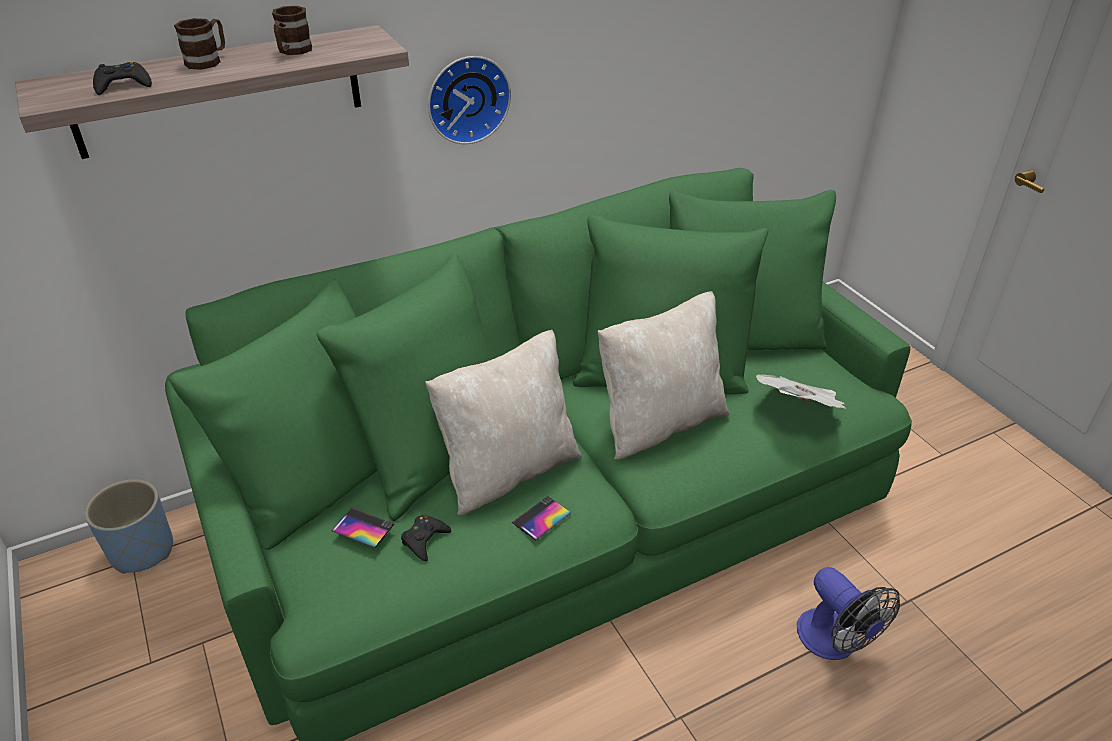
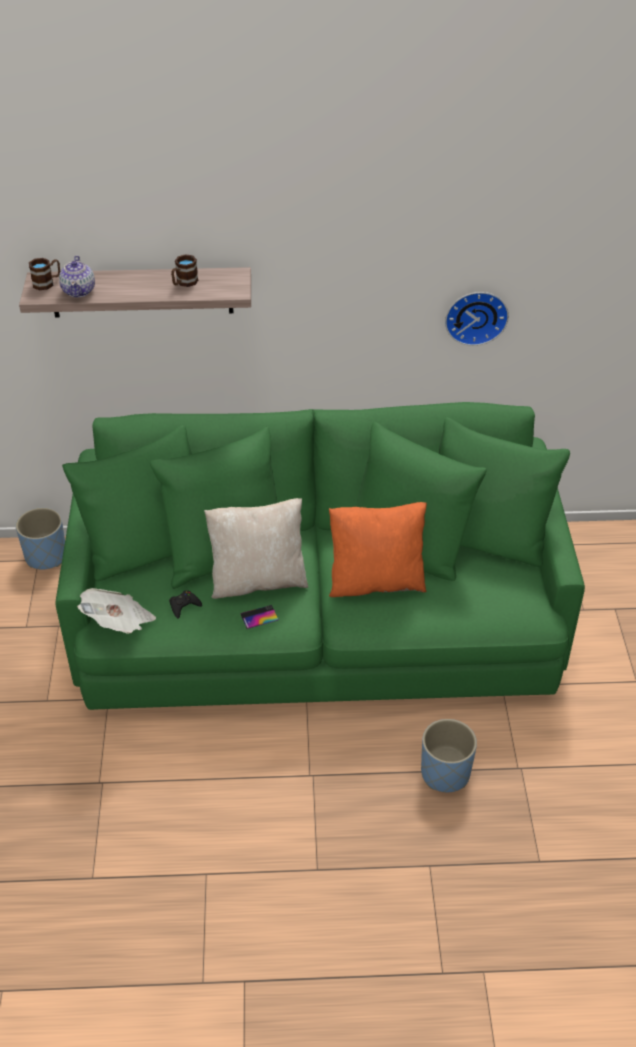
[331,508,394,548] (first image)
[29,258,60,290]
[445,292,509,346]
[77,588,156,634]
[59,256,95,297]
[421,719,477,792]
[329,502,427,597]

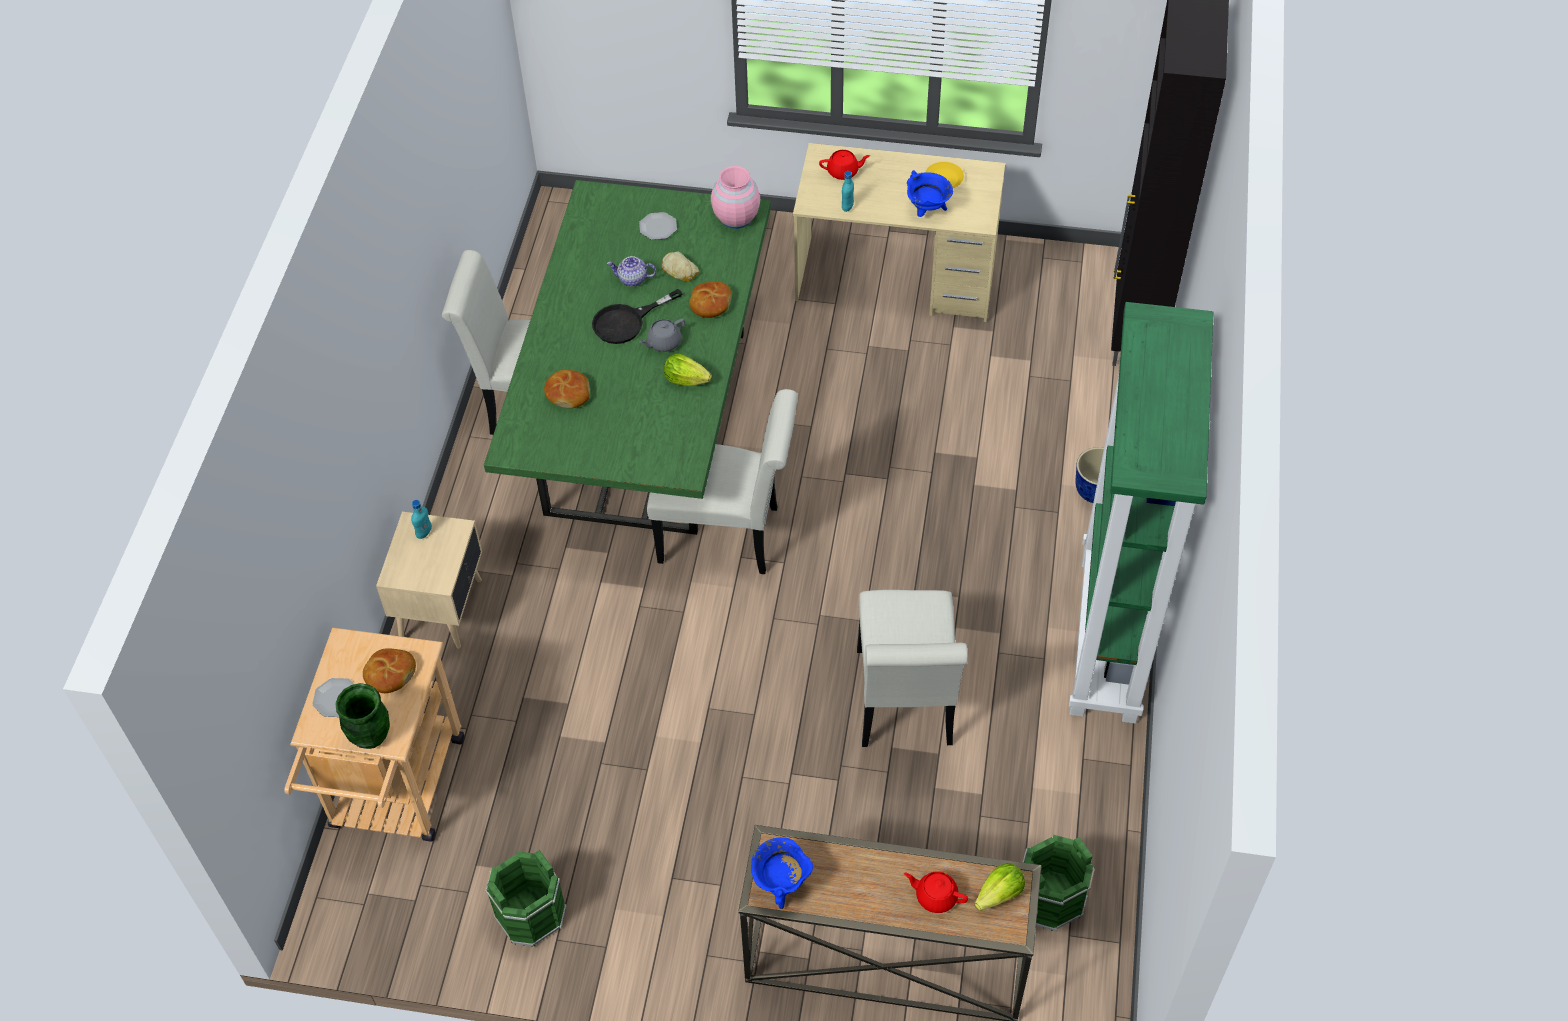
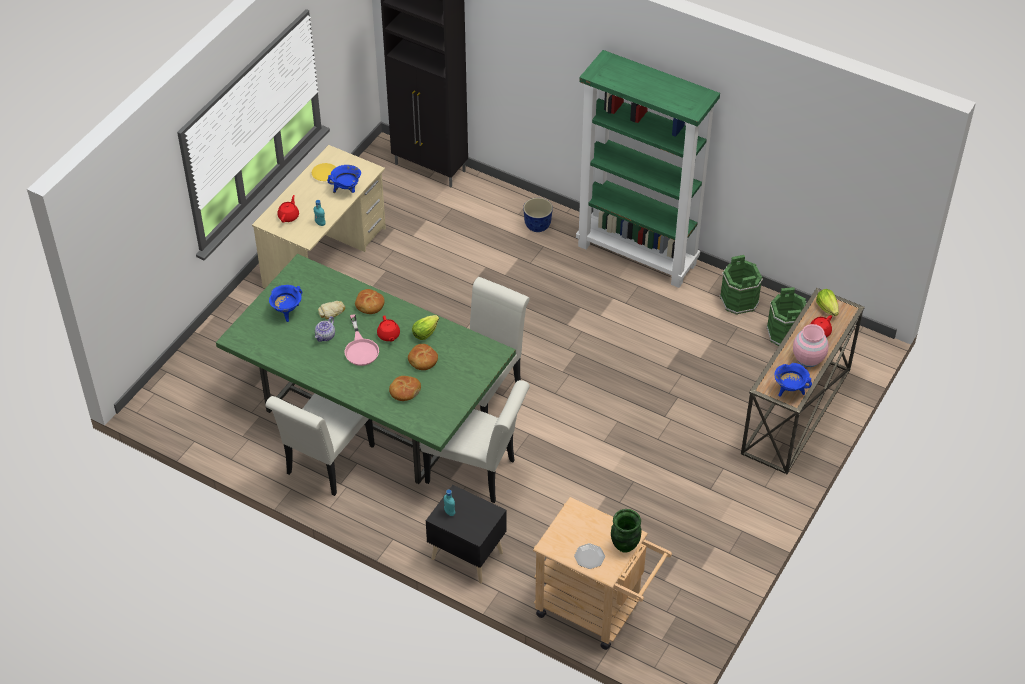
[408,344,438,370]
[719,255,763,315]
[793,324,828,367]
[420,380,530,503]
[269,285,302,322]
[426,485,507,583]
[345,314,379,366]
[377,315,400,342]

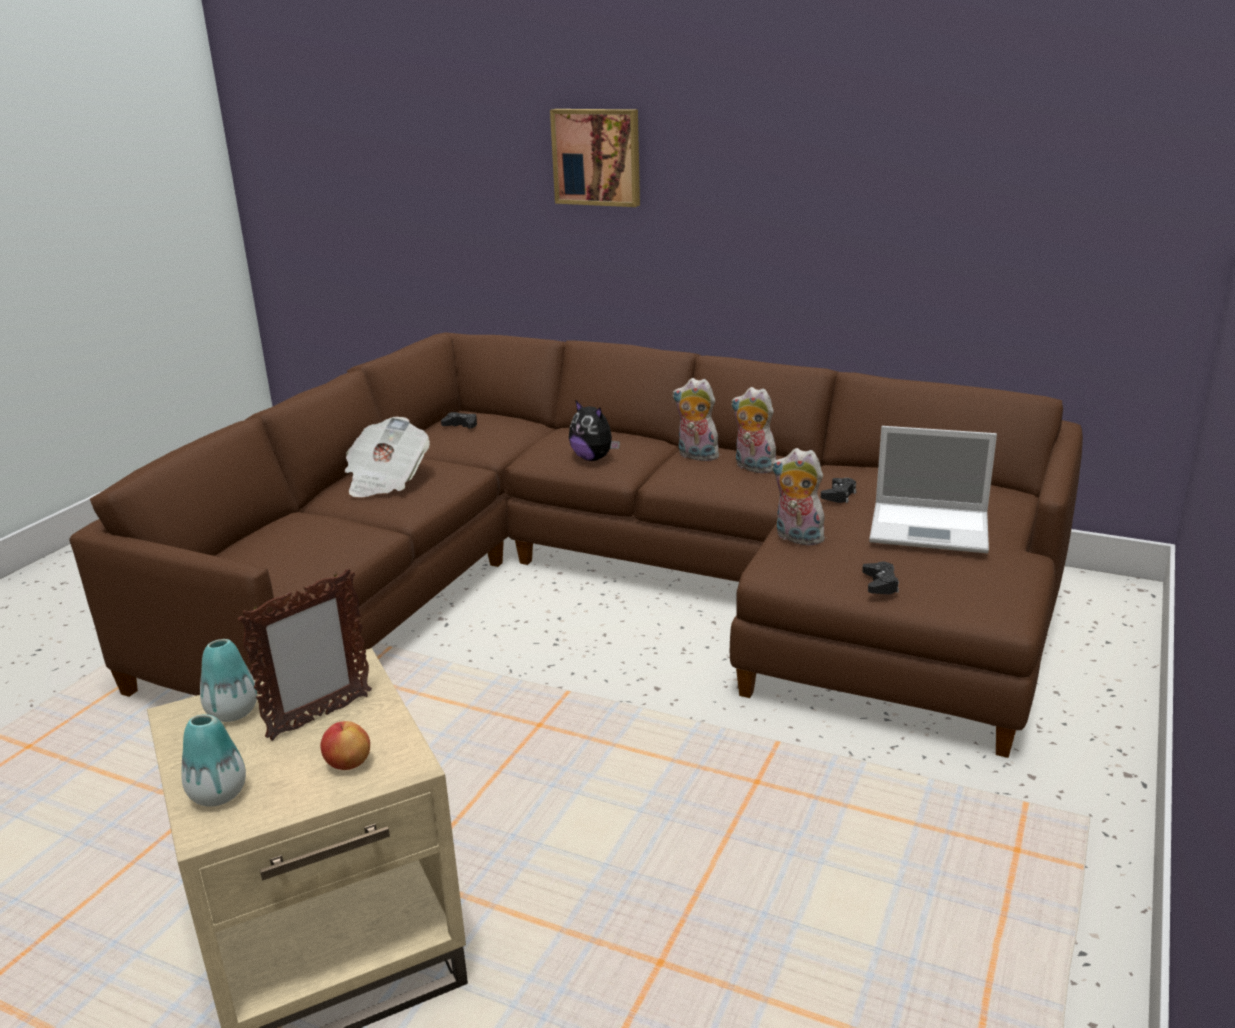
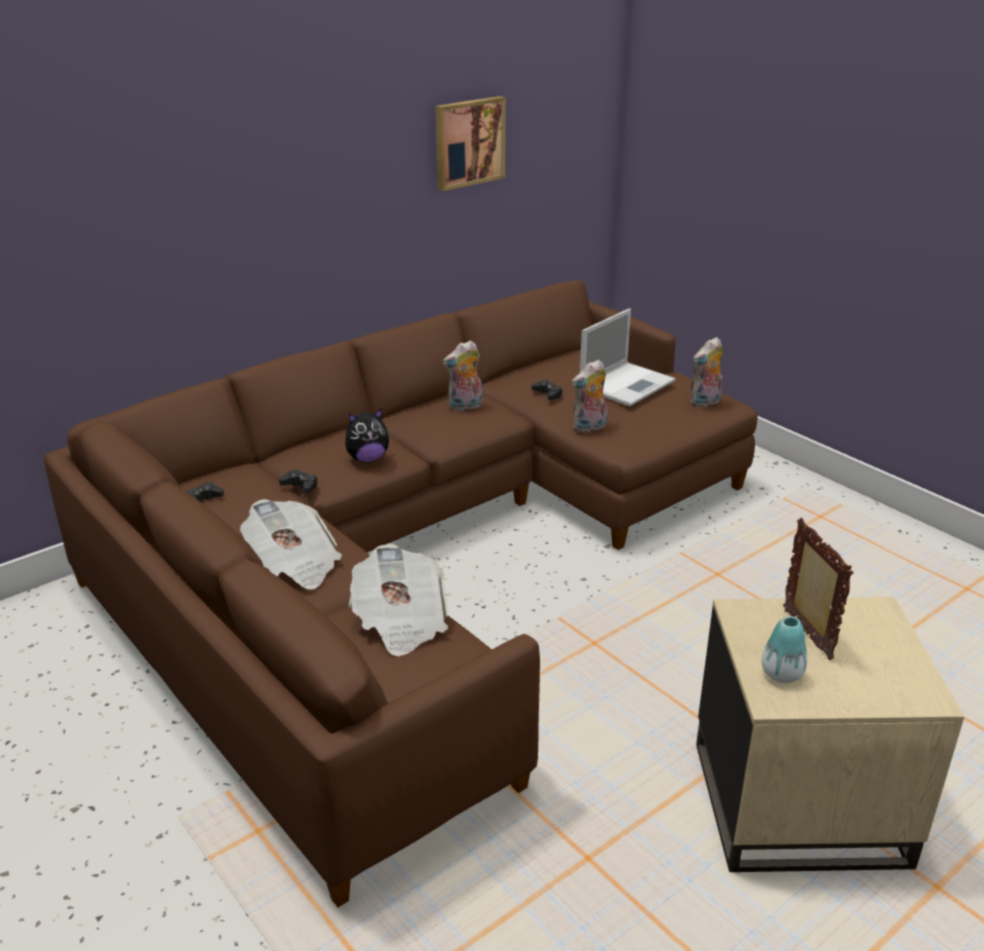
[181,715,246,807] (first image)
[320,721,370,770] (first image)
[349,544,448,656]
[435,96,506,191]
[690,337,723,407]
[279,469,318,493]

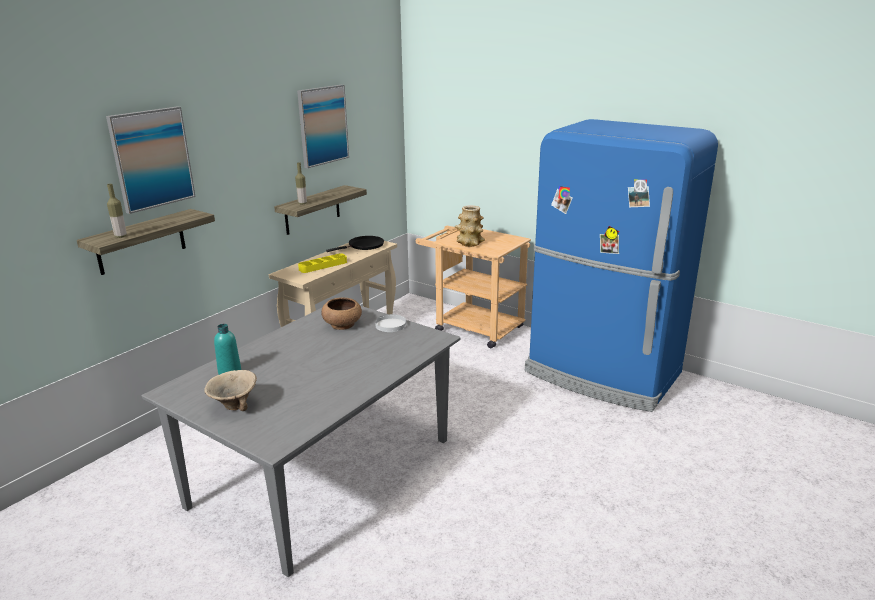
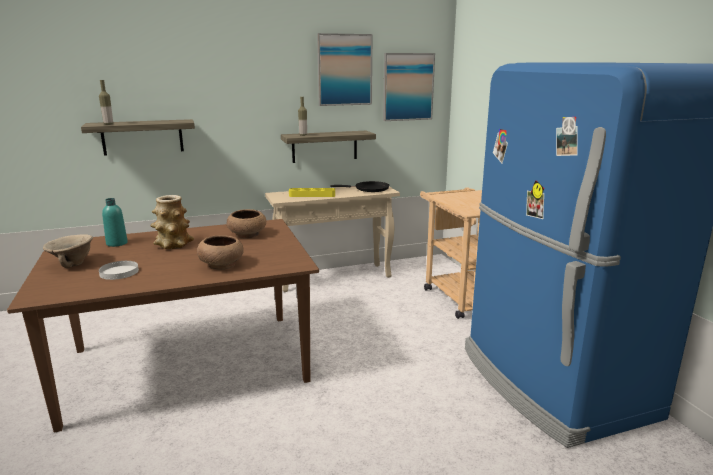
[197,235,244,270]
[383,53,435,121]
[99,261,139,280]
[150,195,194,249]
[7,219,319,433]

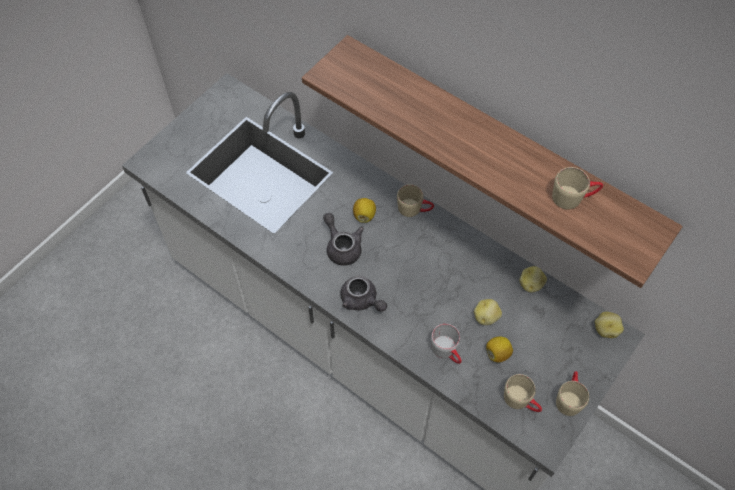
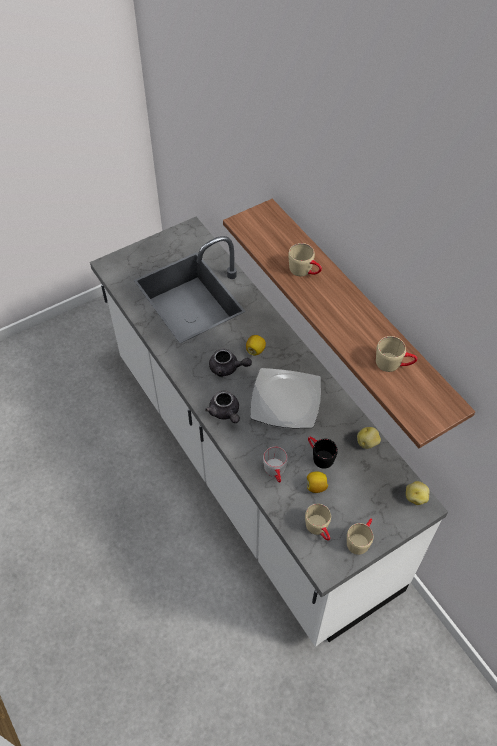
[250,368,321,428]
[288,243,322,276]
[308,437,338,469]
[209,348,252,377]

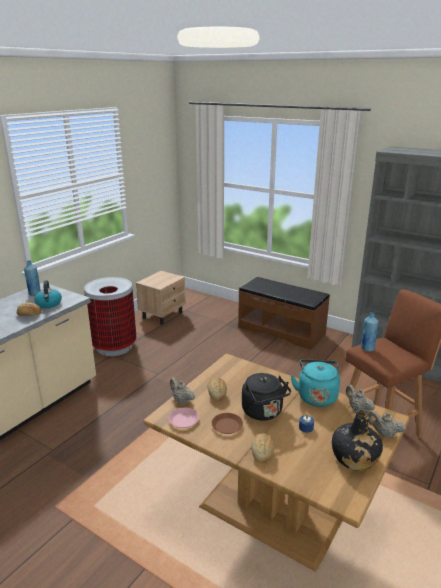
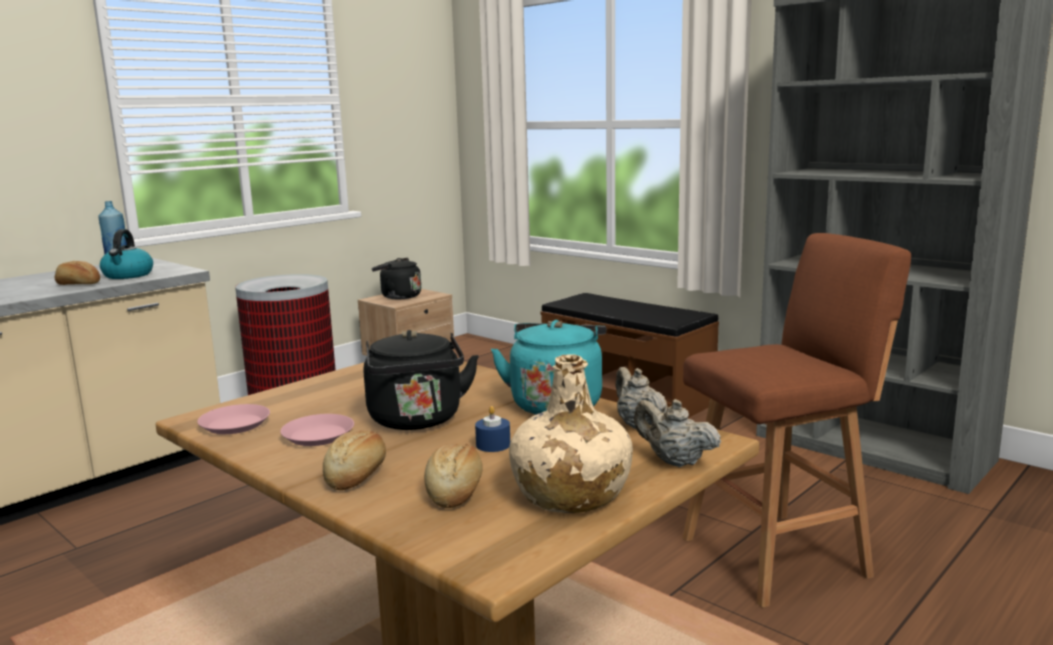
[170,377,195,404] (first image)
[361,312,379,352] (first image)
[372,258,421,299]
[424,444,483,508]
[280,414,354,446]
[509,354,633,513]

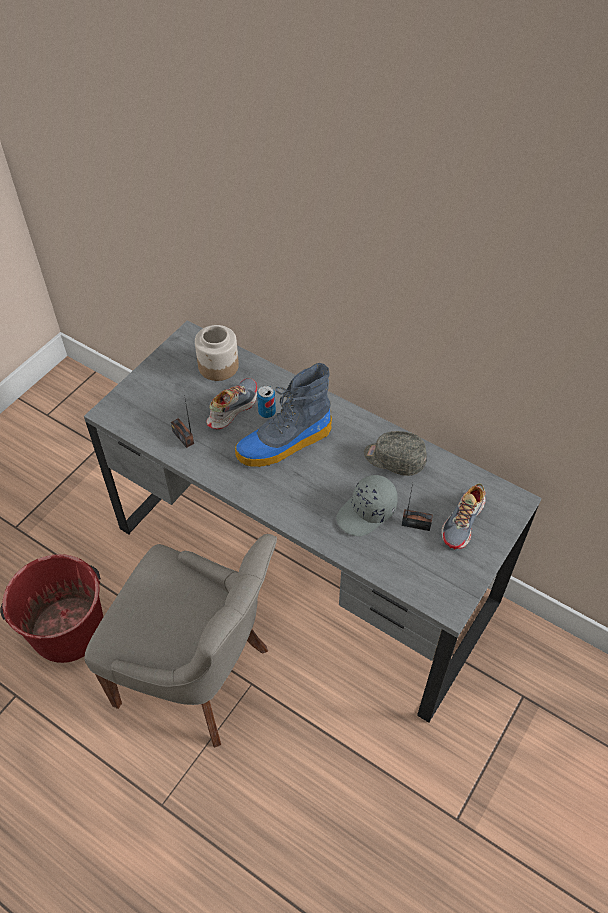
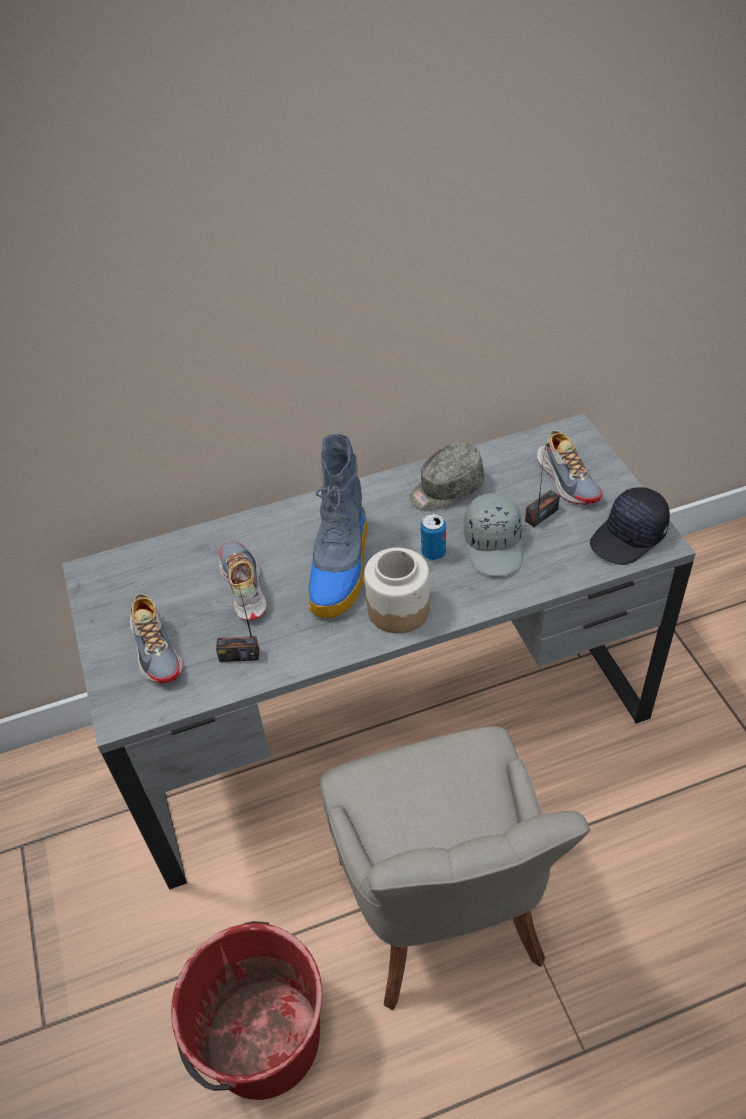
[130,594,183,684]
[590,487,670,565]
[364,548,430,634]
[421,514,446,560]
[319,726,590,1010]

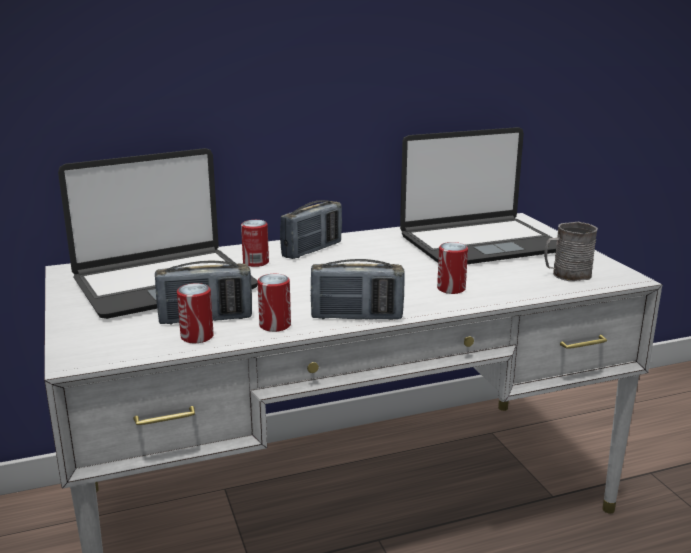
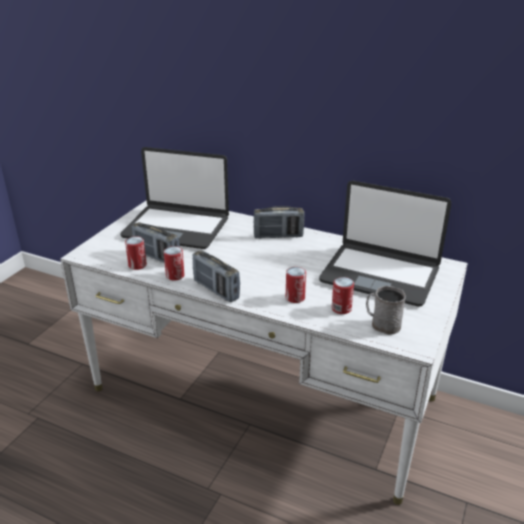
[332,277,354,314]

